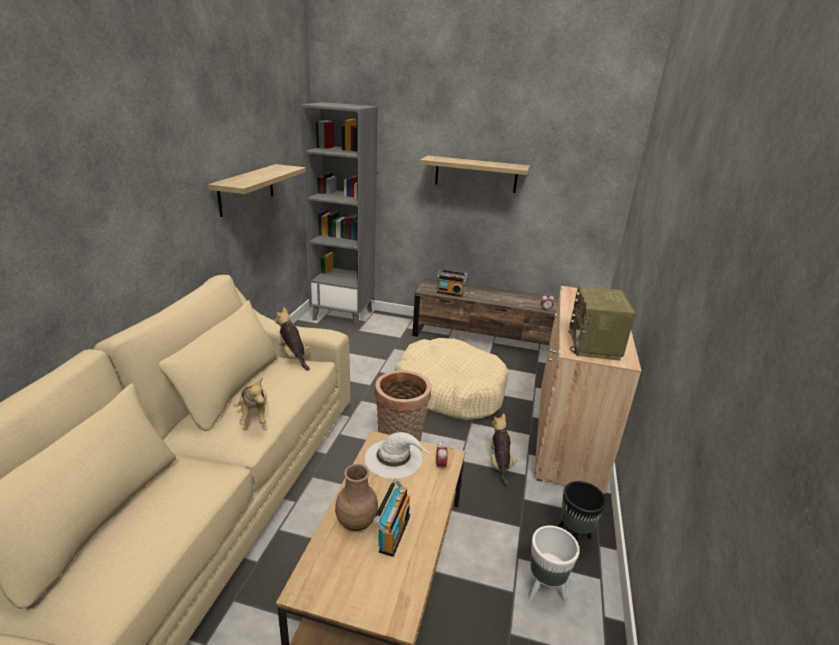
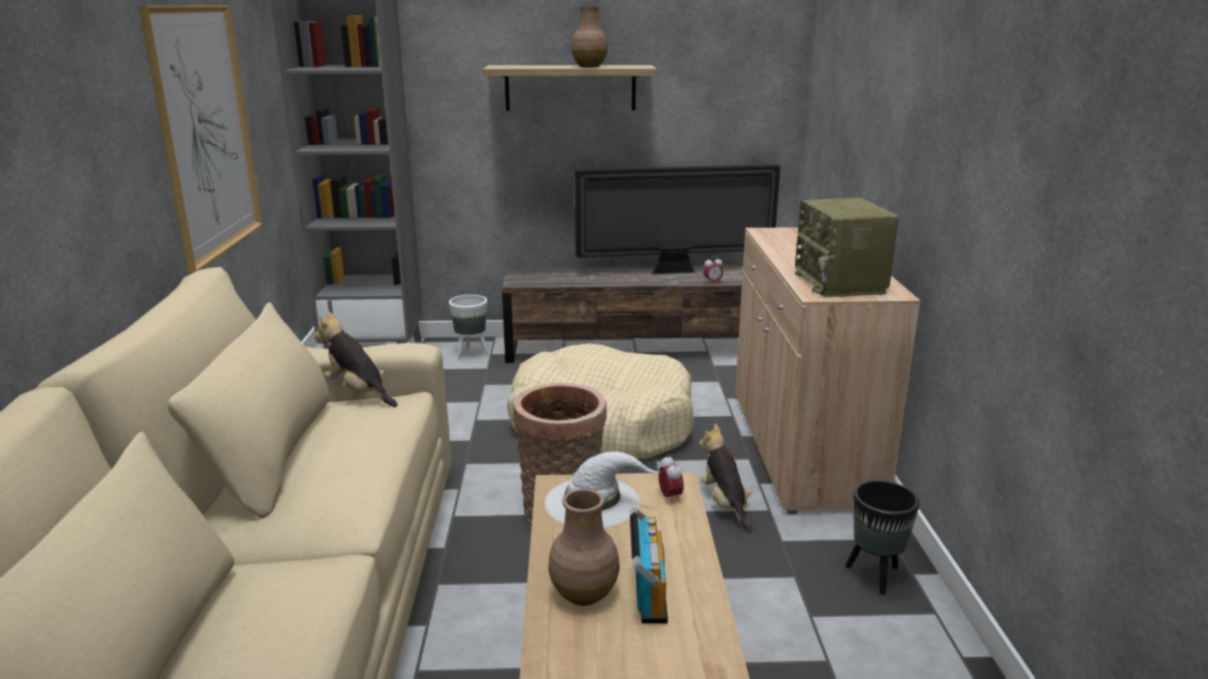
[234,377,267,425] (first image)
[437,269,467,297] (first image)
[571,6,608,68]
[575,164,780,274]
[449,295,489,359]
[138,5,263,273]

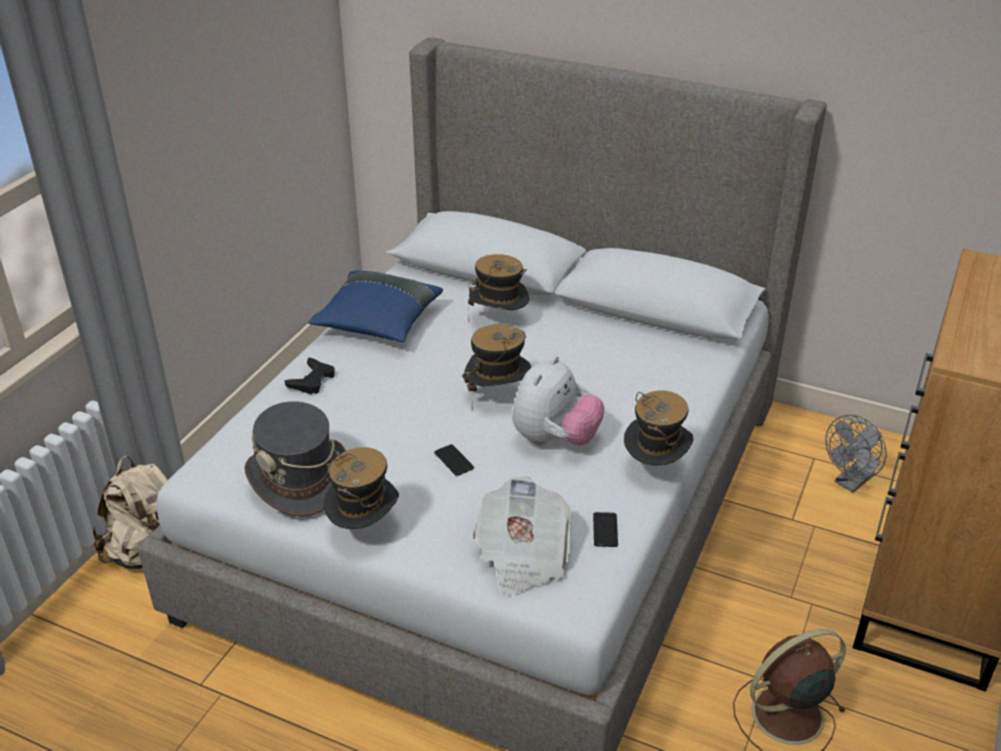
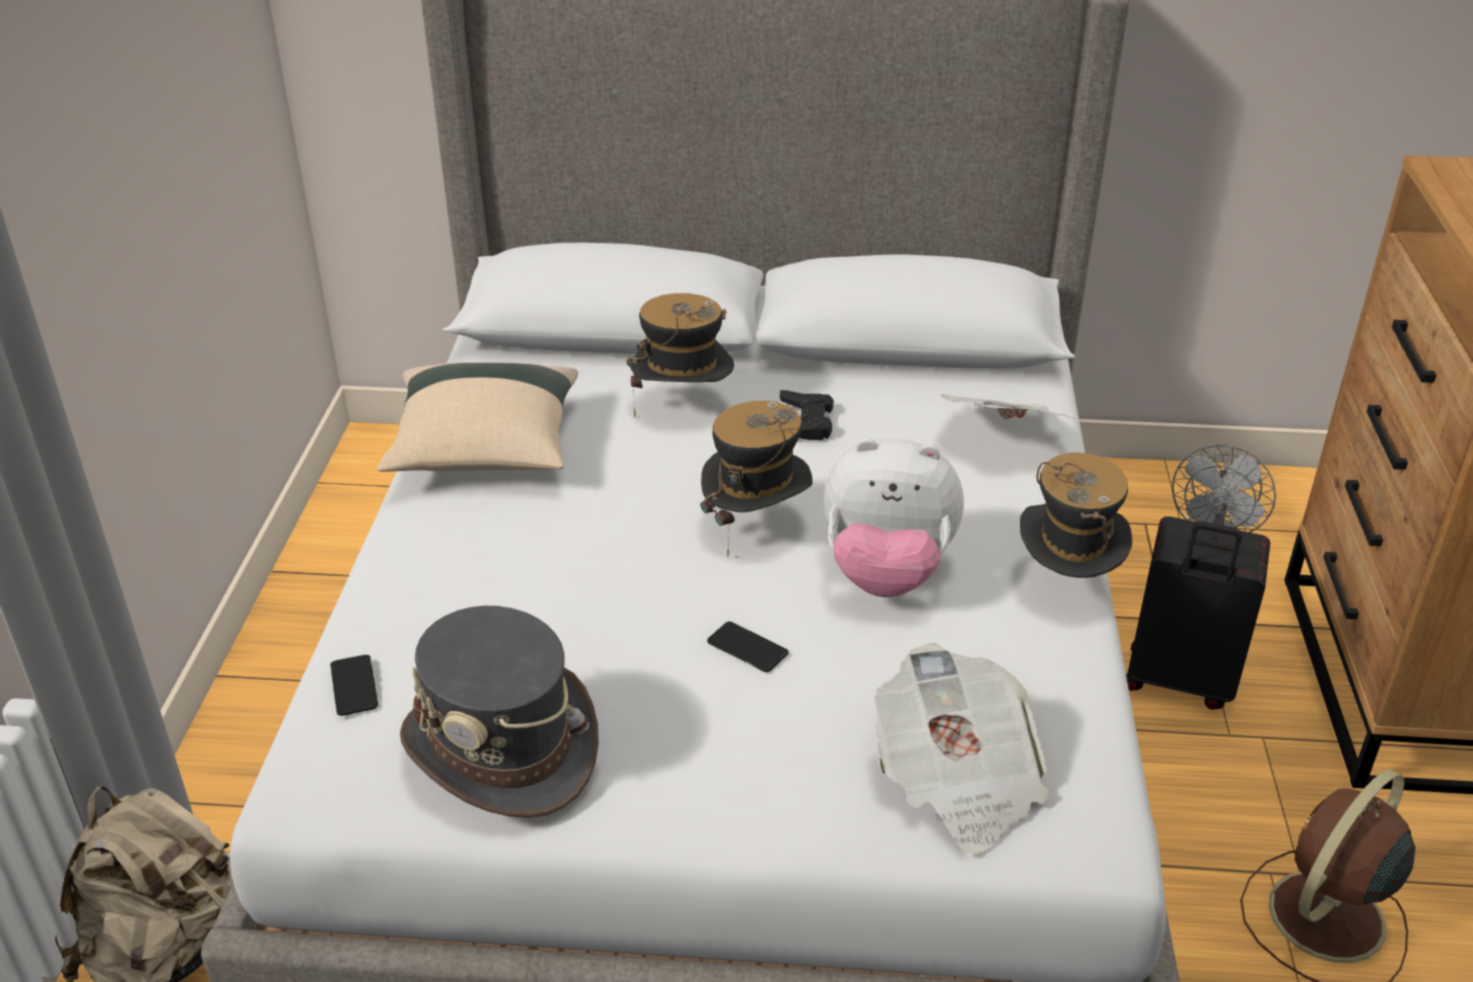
[323,447,399,529] (first image)
[940,394,1075,419]
[1126,516,1270,710]
[780,390,834,440]
[330,655,378,716]
[377,362,578,472]
[824,438,964,597]

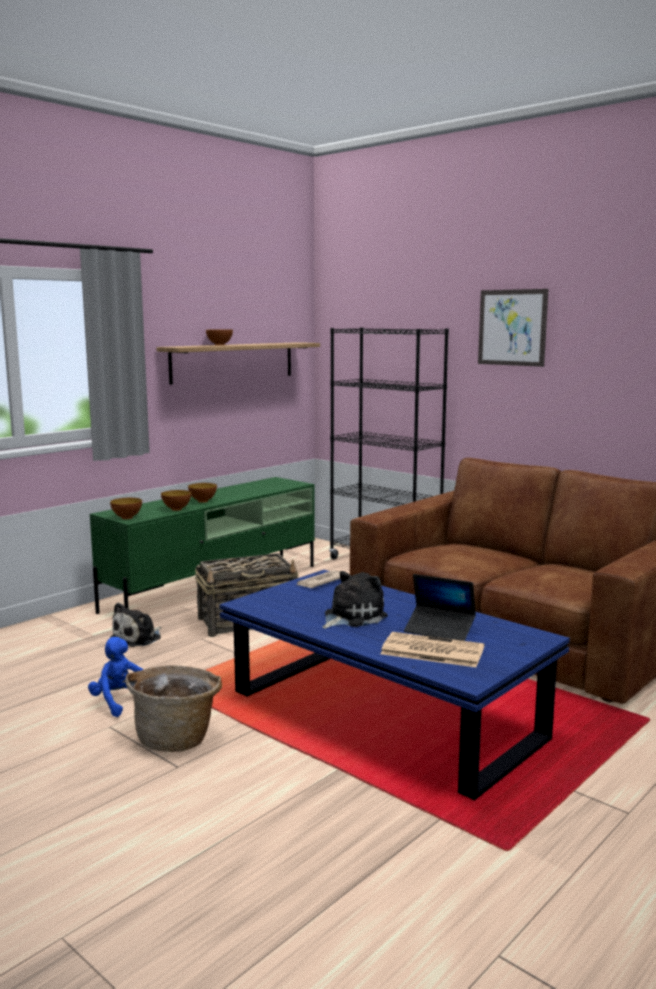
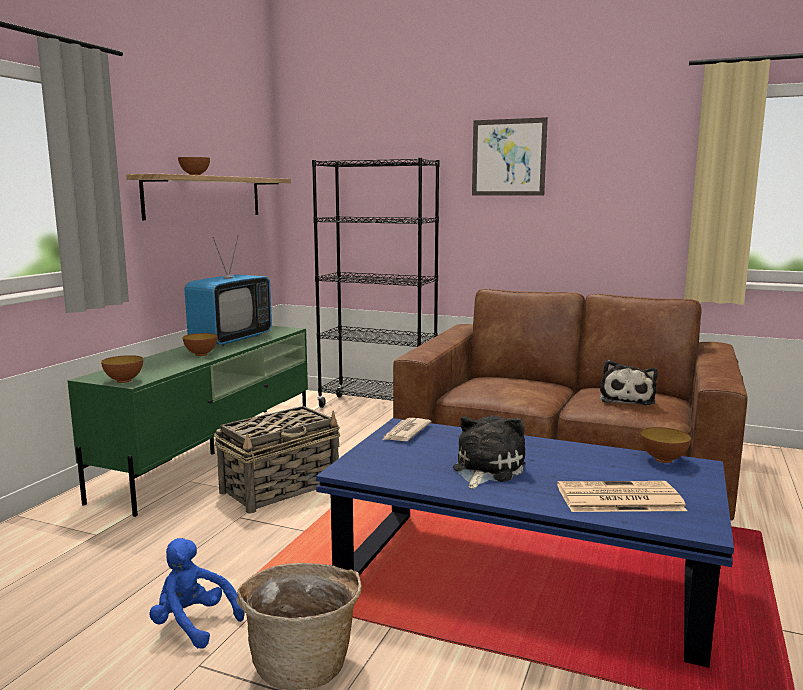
[404,574,476,641] (first image)
[185,235,272,346]
[600,360,658,405]
[641,427,691,463]

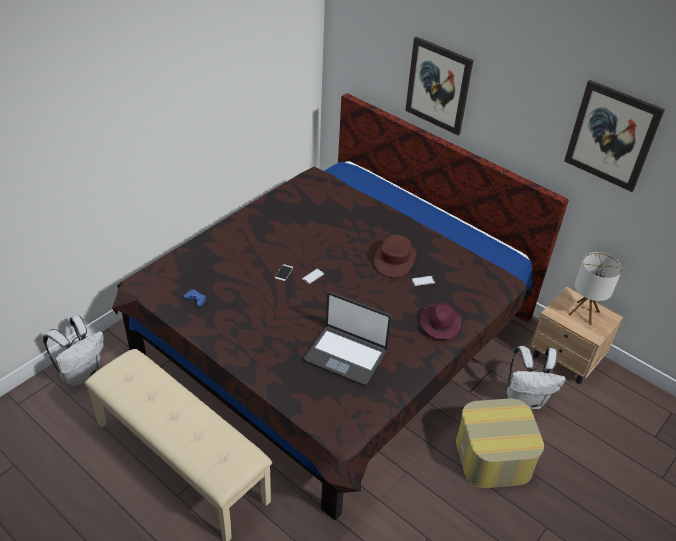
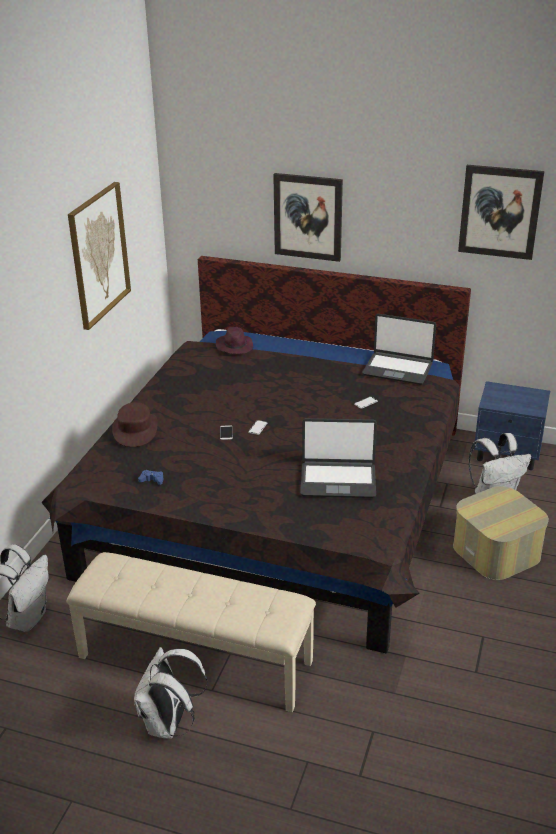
[568,252,622,325] (first image)
[68,182,131,330]
[134,647,208,739]
[362,314,436,385]
[112,402,157,447]
[216,327,253,354]
[474,381,550,470]

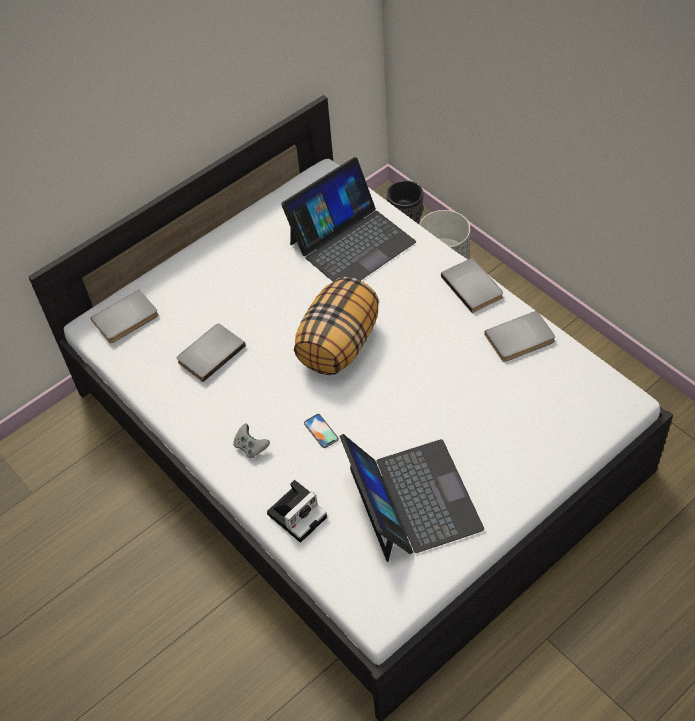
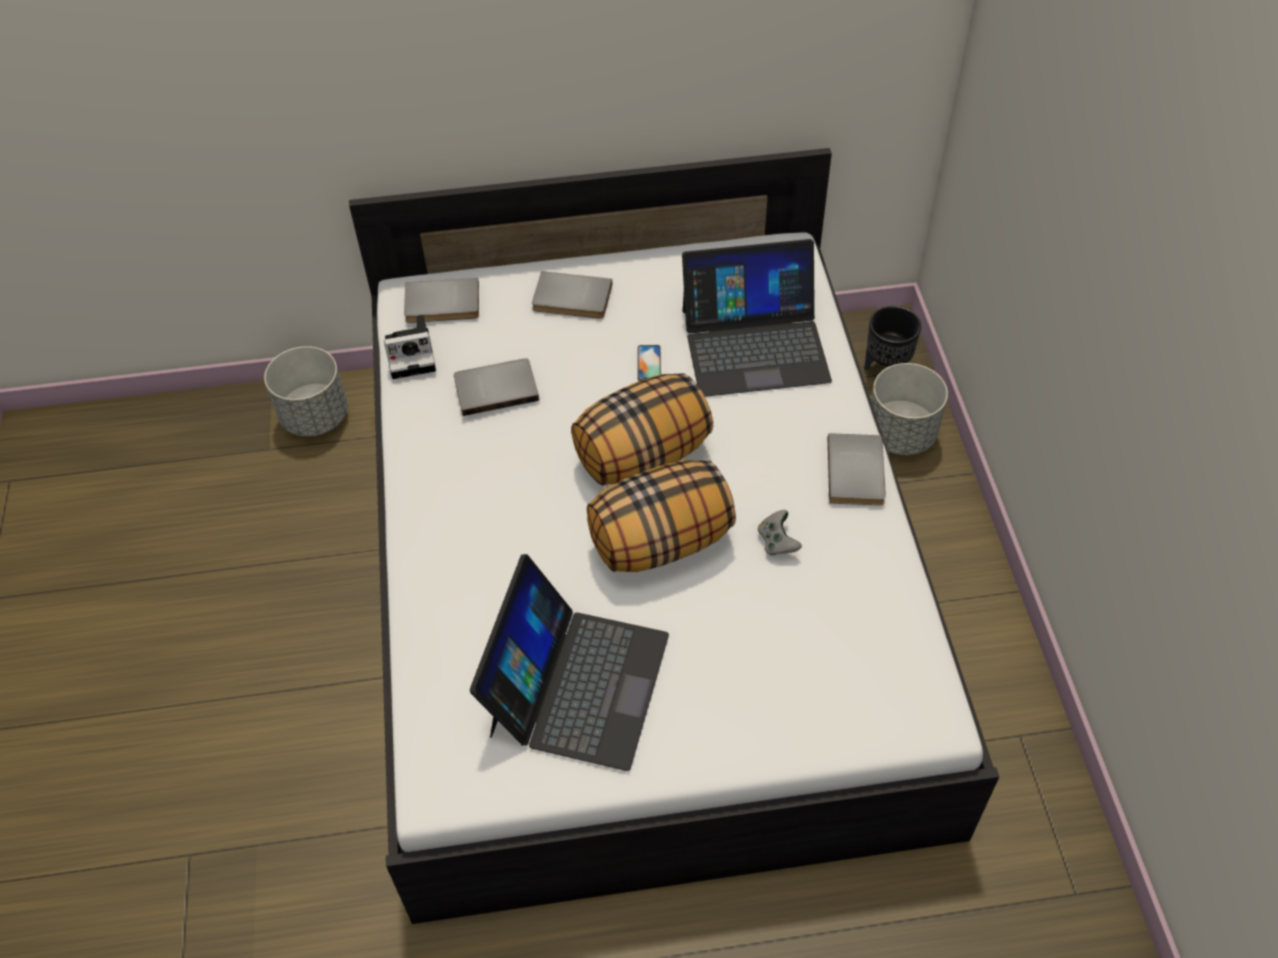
[264,346,348,437]
[587,460,736,572]
[758,510,802,555]
[384,315,436,379]
[637,345,661,381]
[532,271,612,319]

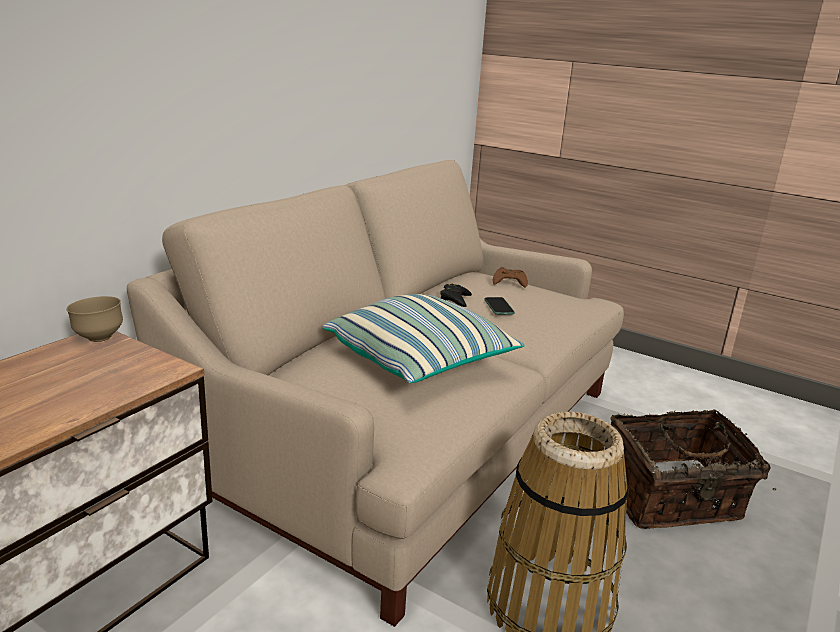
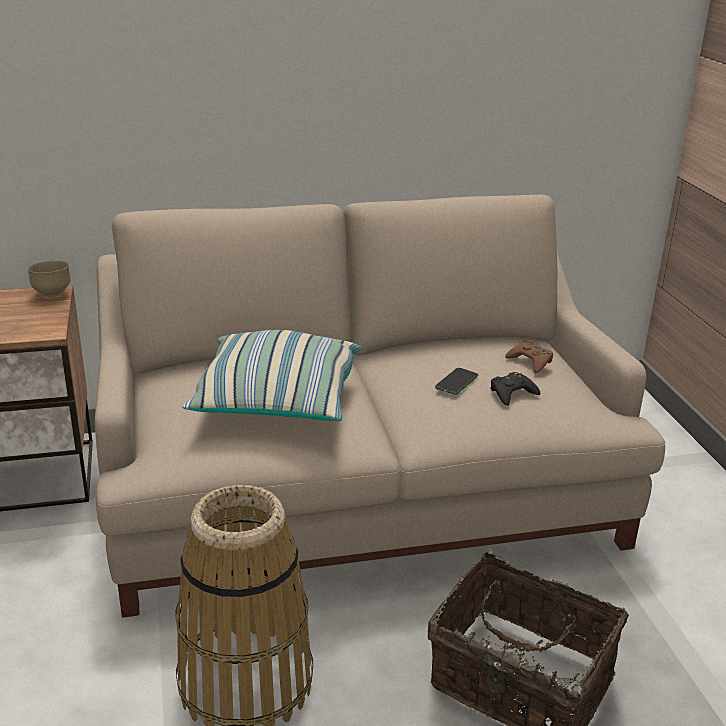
[490,372,540,406]

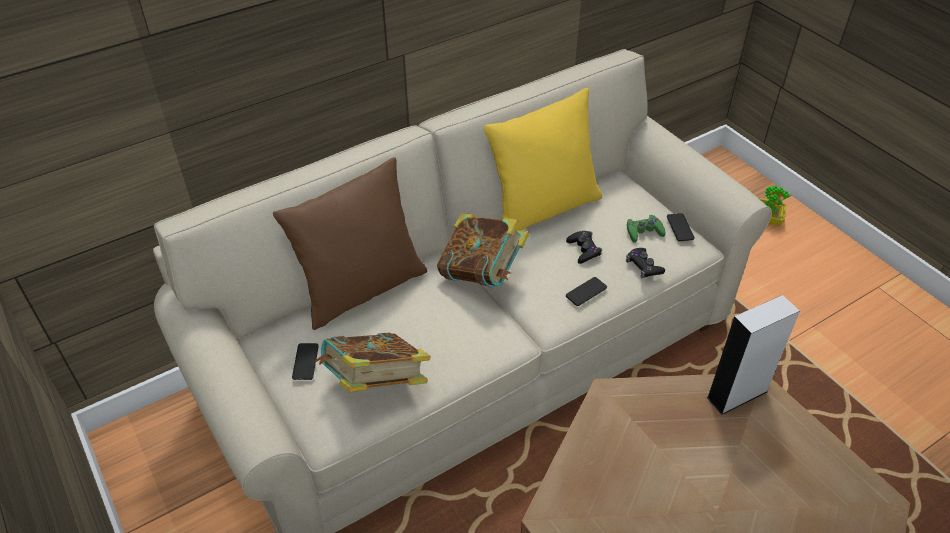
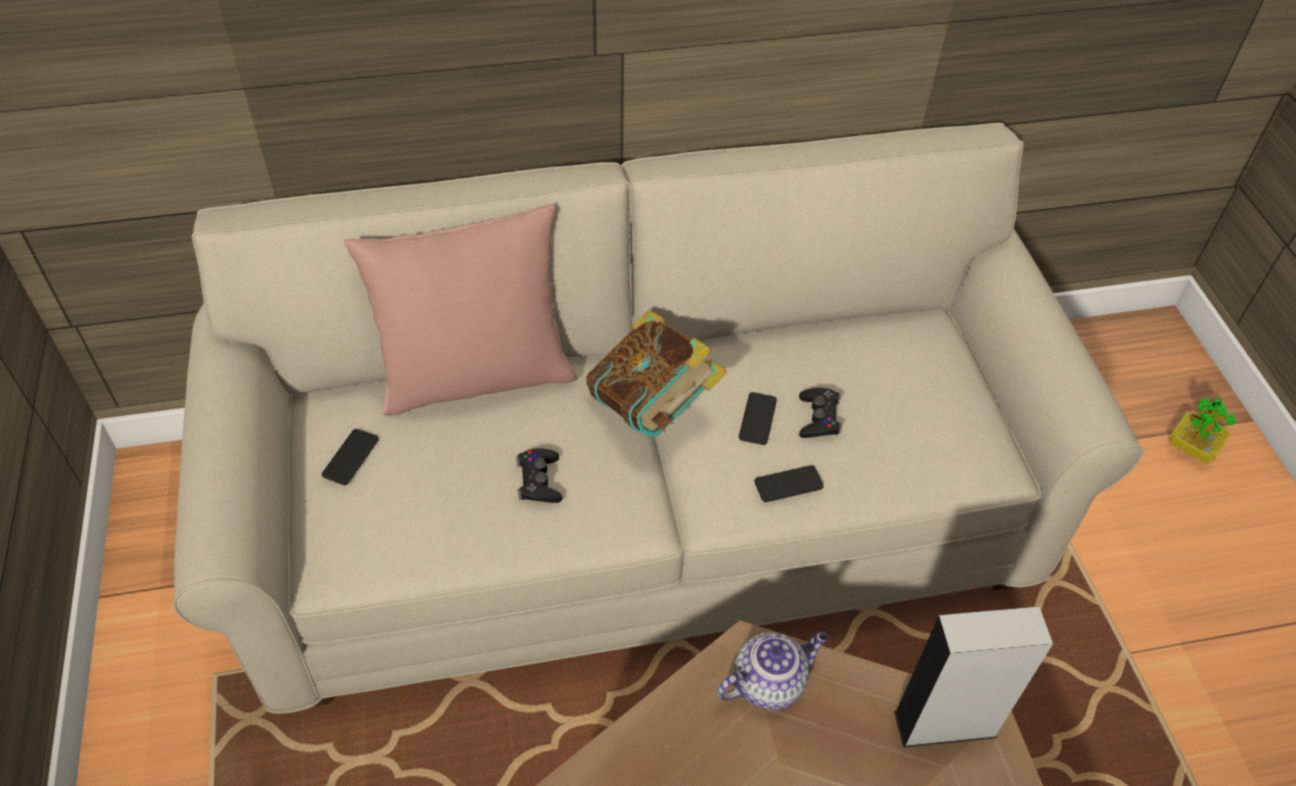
[316,332,431,392] (first image)
[484,88,602,231] (first image)
[627,215,665,243] (first image)
[717,632,828,710]
[516,448,562,503]
[739,392,777,445]
[344,204,577,416]

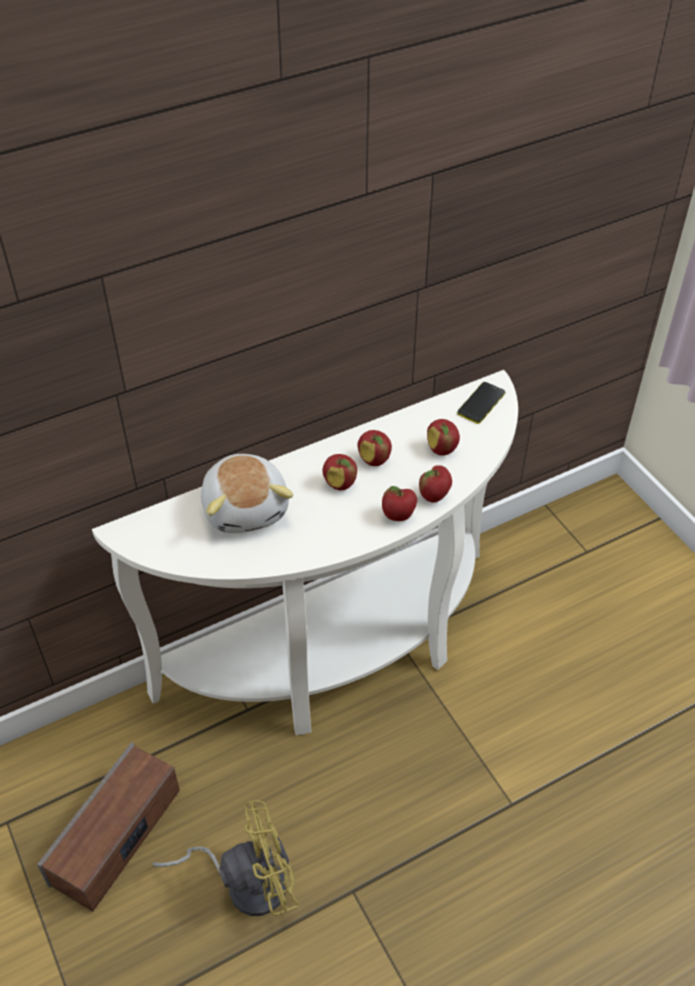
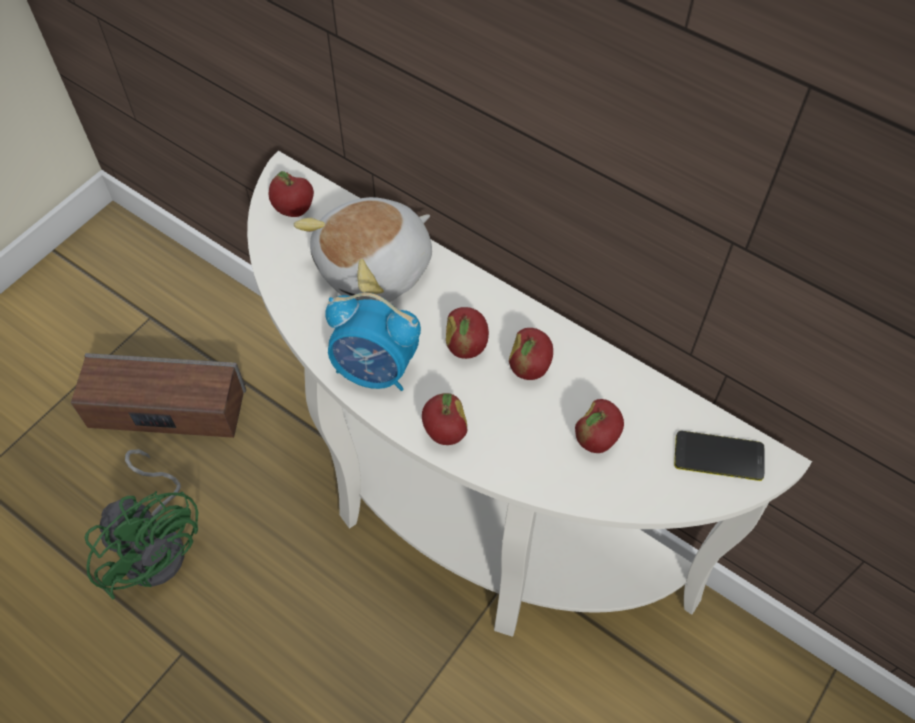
[325,293,421,391]
[269,171,314,217]
[85,449,199,600]

